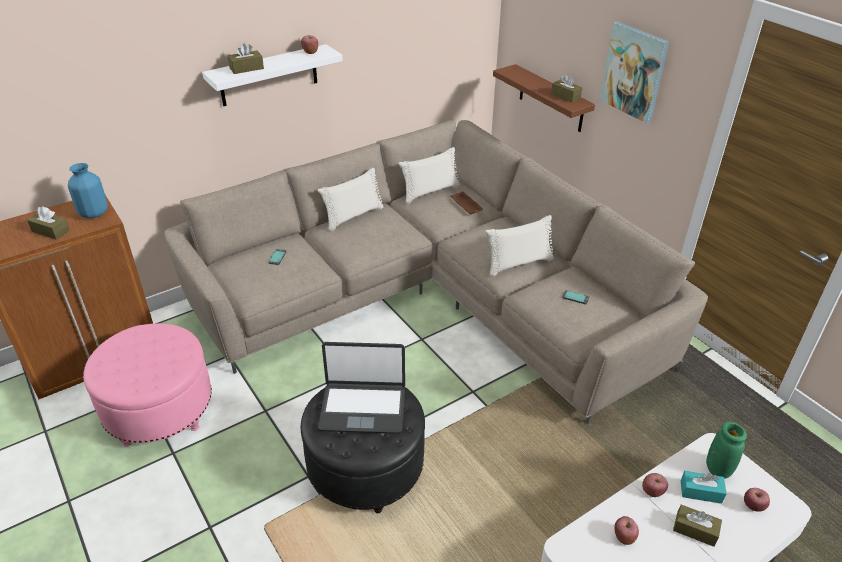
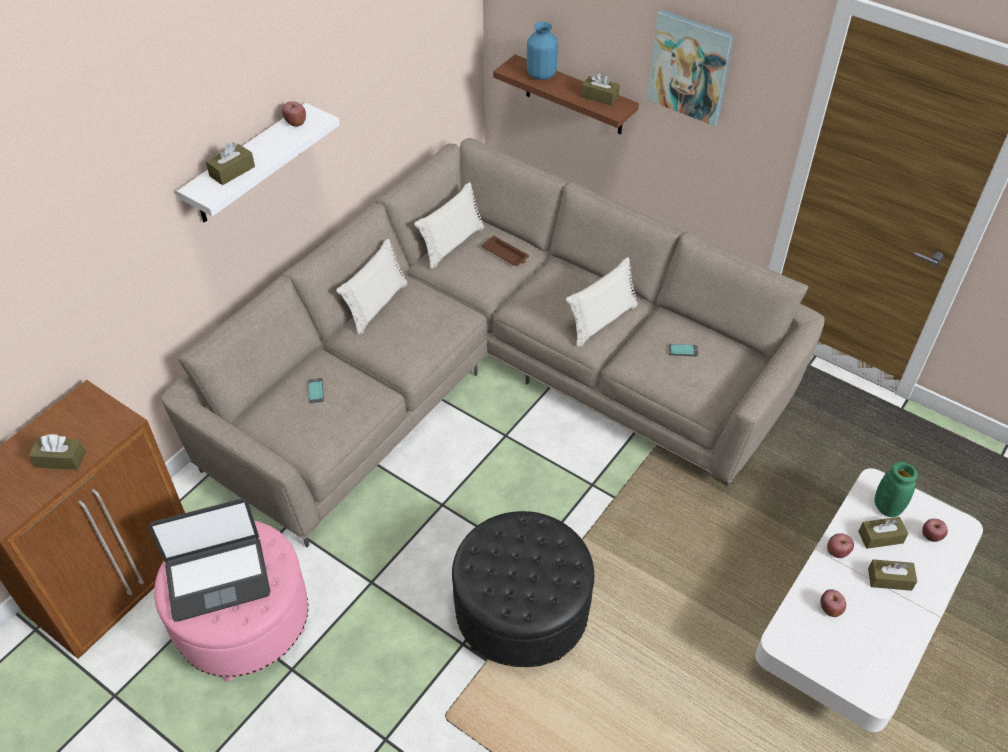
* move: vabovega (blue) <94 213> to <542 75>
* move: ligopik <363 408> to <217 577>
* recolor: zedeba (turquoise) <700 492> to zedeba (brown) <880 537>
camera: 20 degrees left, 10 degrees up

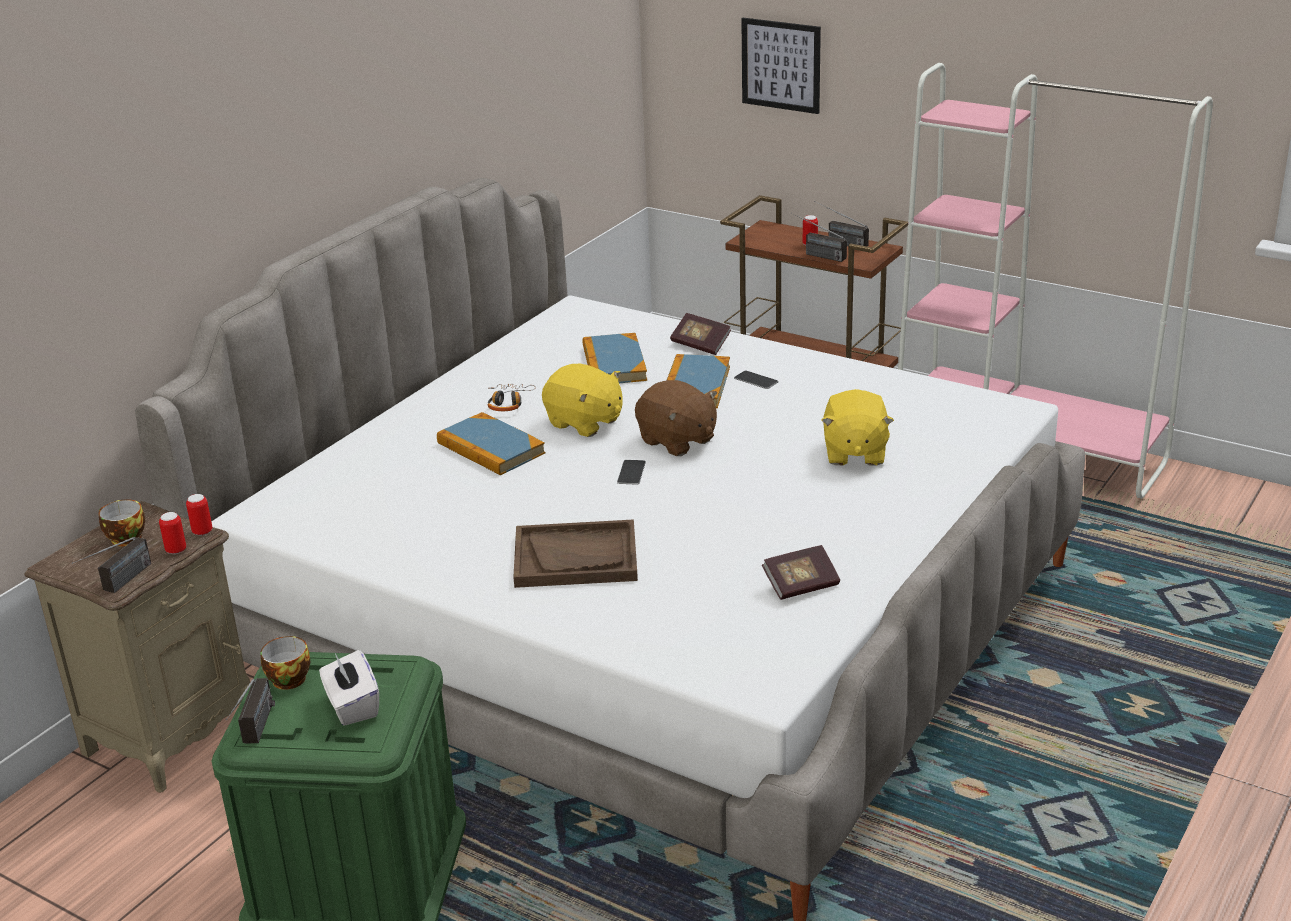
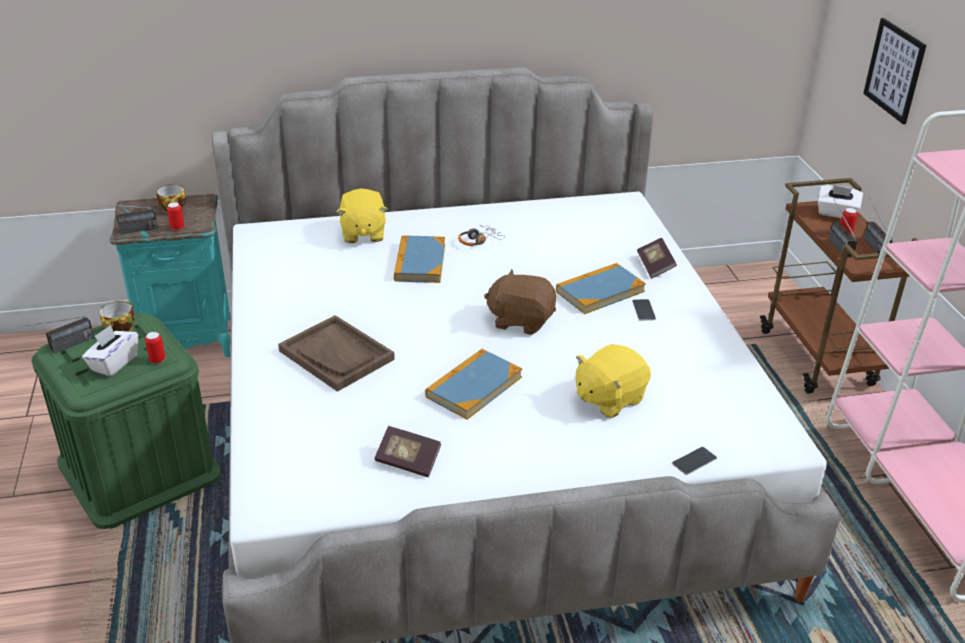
* move: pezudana <614 363> to <474 387>
* move: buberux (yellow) <584 422> to <363 233>
* rotate: buberux (brown) <677 441> = <521 320> 105 degrees clockwise
* move: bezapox <631 472> to <694 461>
* move: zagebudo <202 532> to <157 360>
* recolor: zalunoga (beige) <174 736> to zalunoga (turquoise) <188 341>
* insert: zedeba (white) <836 213>
camera: 45 degrees right, 5 degrees up

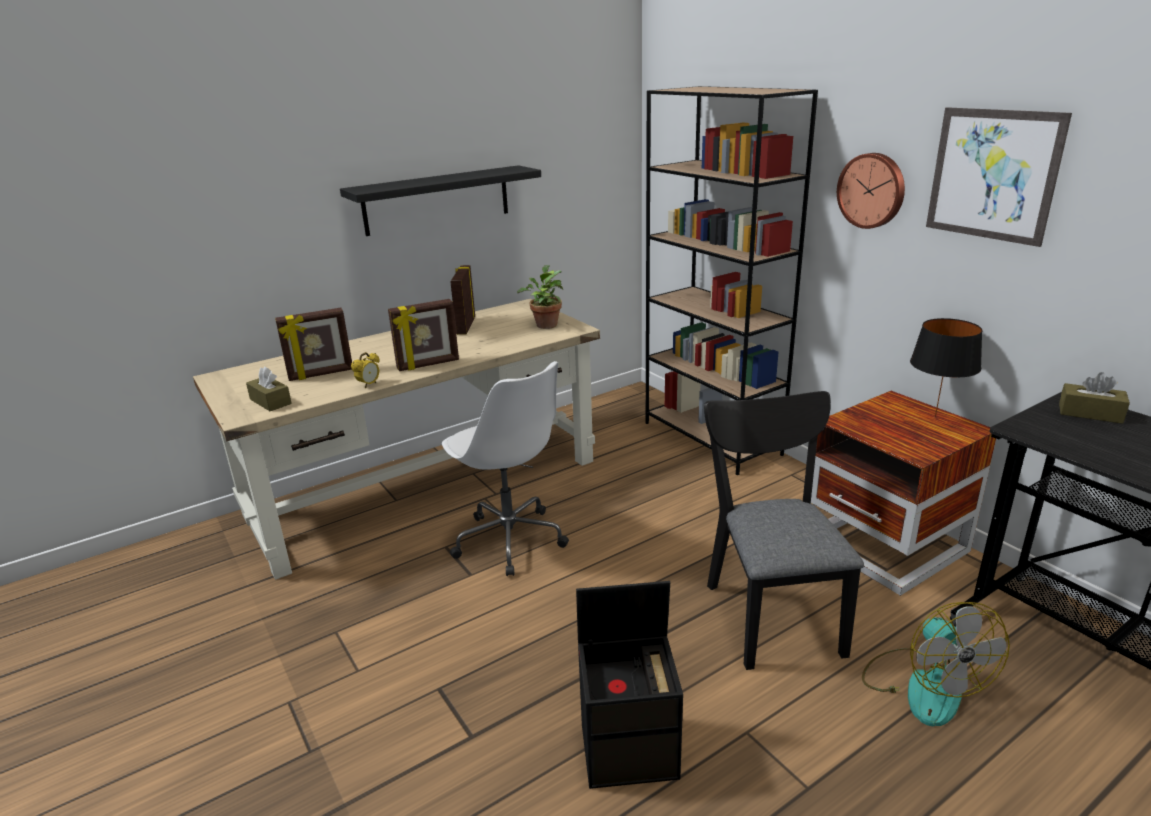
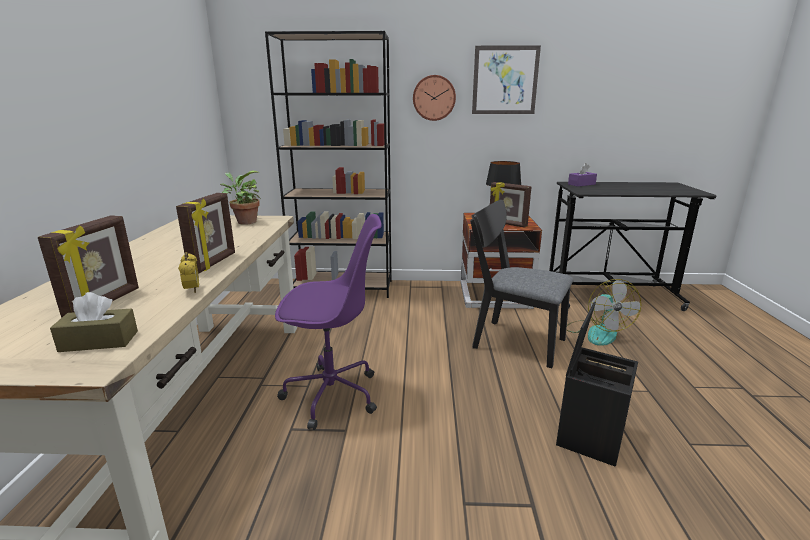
* delete: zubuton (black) <437 200>
* move: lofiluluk <465 326> to <507 224>
* recolor: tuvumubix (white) <512 542> to tuvumubix (purple) <334 395>
* recolor: zedeba (brown) <1090 413> to zedeba (purple) <581 184>
* rotate: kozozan <923 685> = <597 332> 60 degrees clockwise
camera: 55 degrees left, 5 degrees down

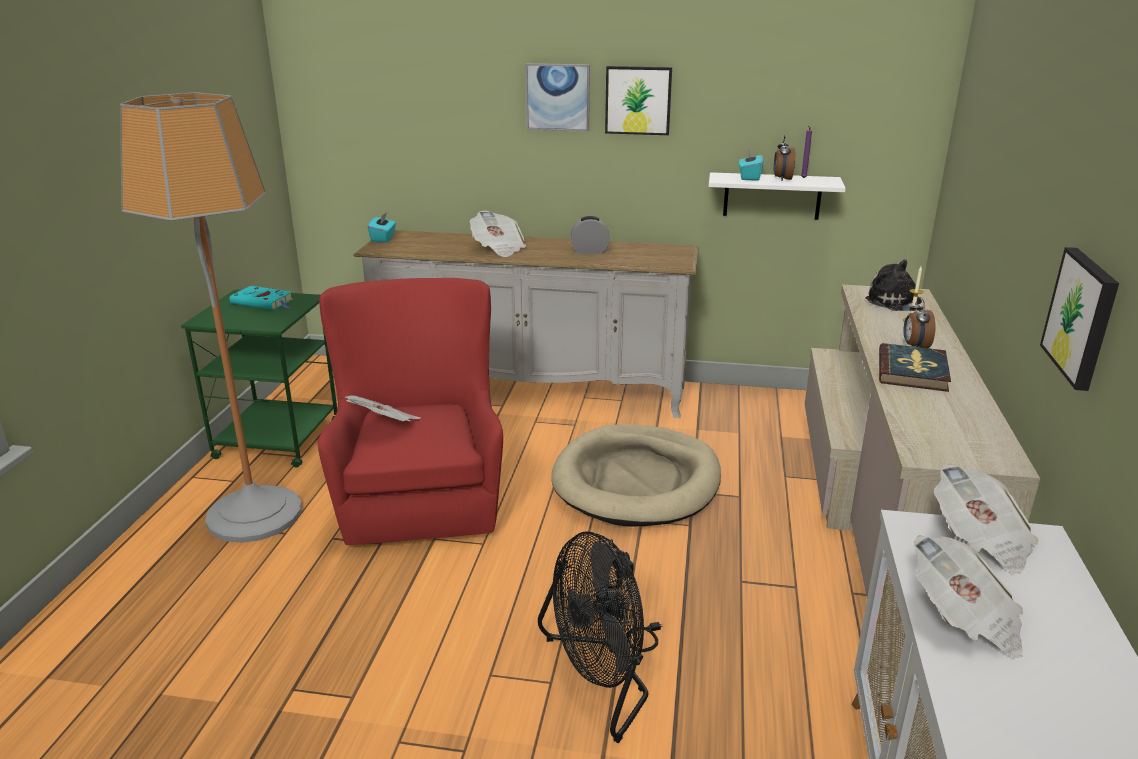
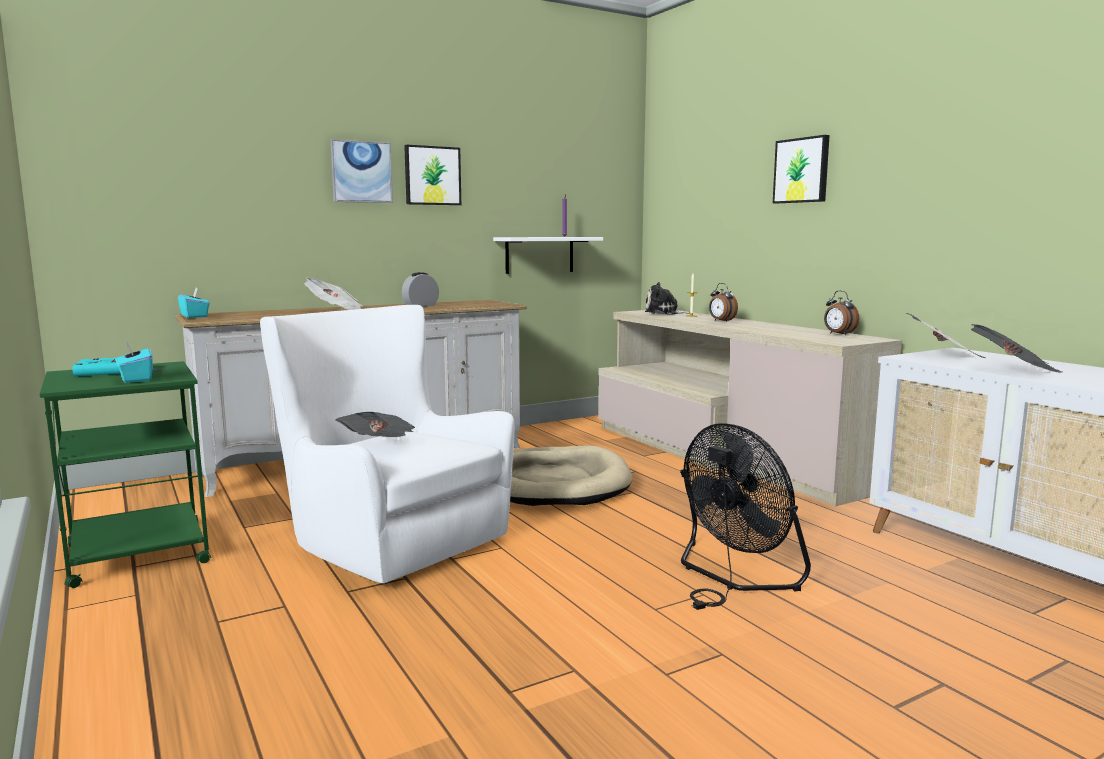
* delete: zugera <254 515>
* move: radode <782 179> to <838 334>
* move: zedeba (turquoise) <749 177> to <136 379>
* move: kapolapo <1082 317> to <802 170>
* recolor: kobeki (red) <421 496> to kobeki (white) <388 540>
* delete: pezudana <913 371>
* rotate: kozozan (black) <605 672> = <726 575> 150 degrees counterclockwise
camera: 40 degrees left, 15 degrees down

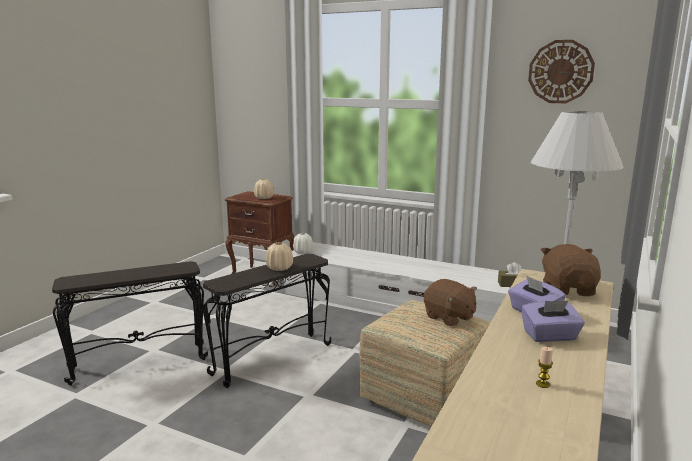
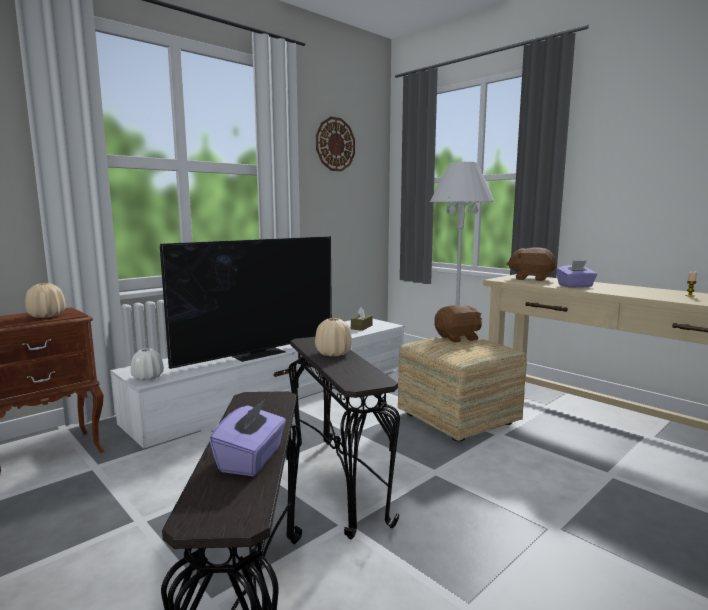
* move: zedeba (purple) <550 336> to <251 460>
* insert: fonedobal <259 353>
camera: 70 degrees left, 5 degrees down

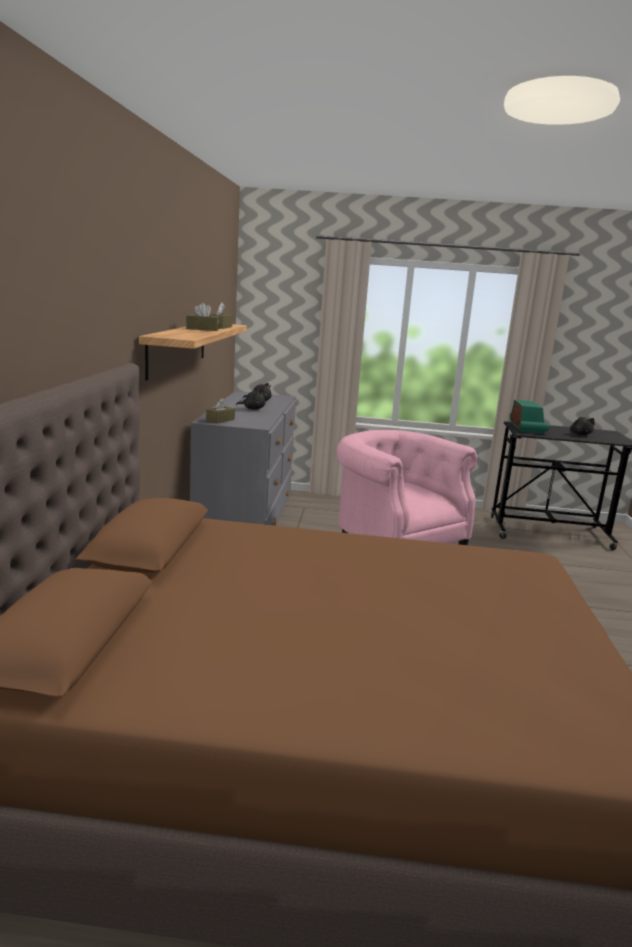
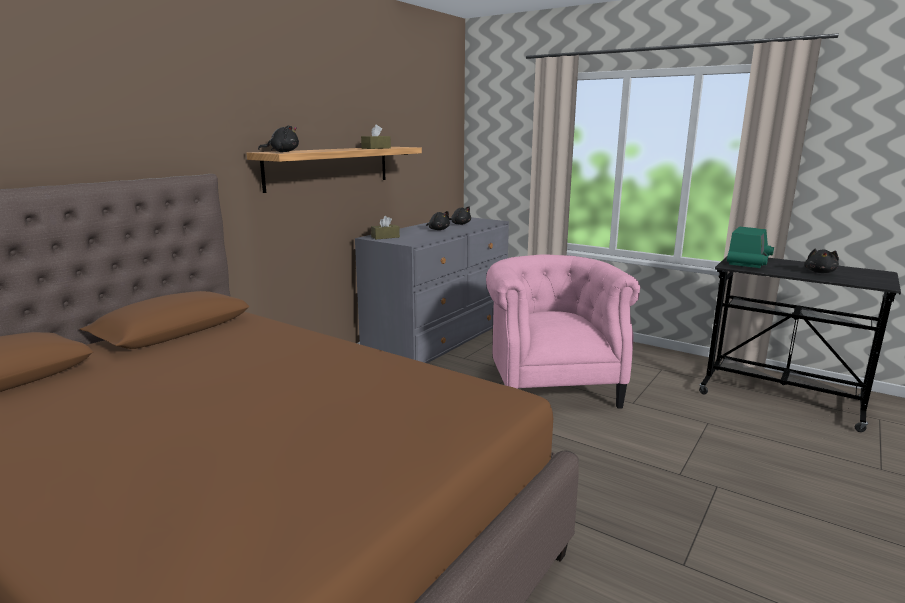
* delete: zedeba (brown) <202 329>
* insert: buberux (black) <282 152>
camera: 30 degrees right, 0 degrees up

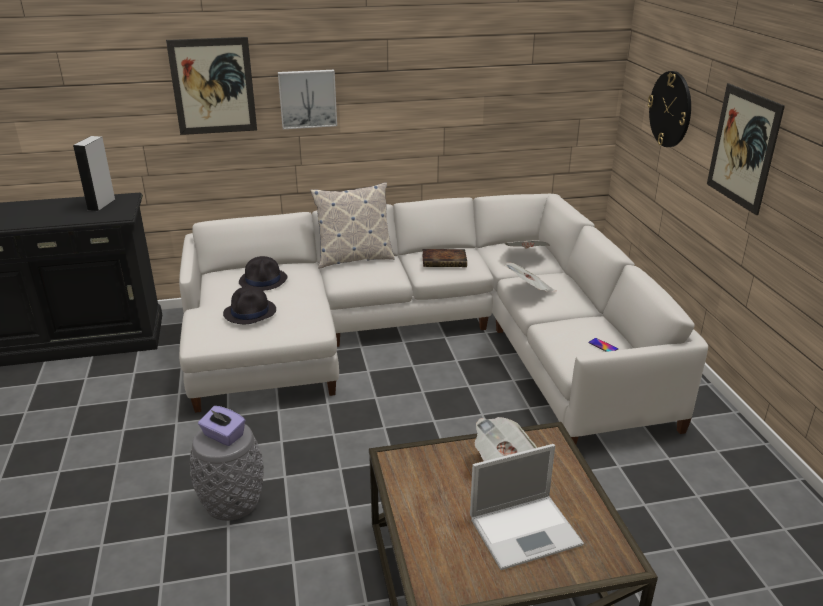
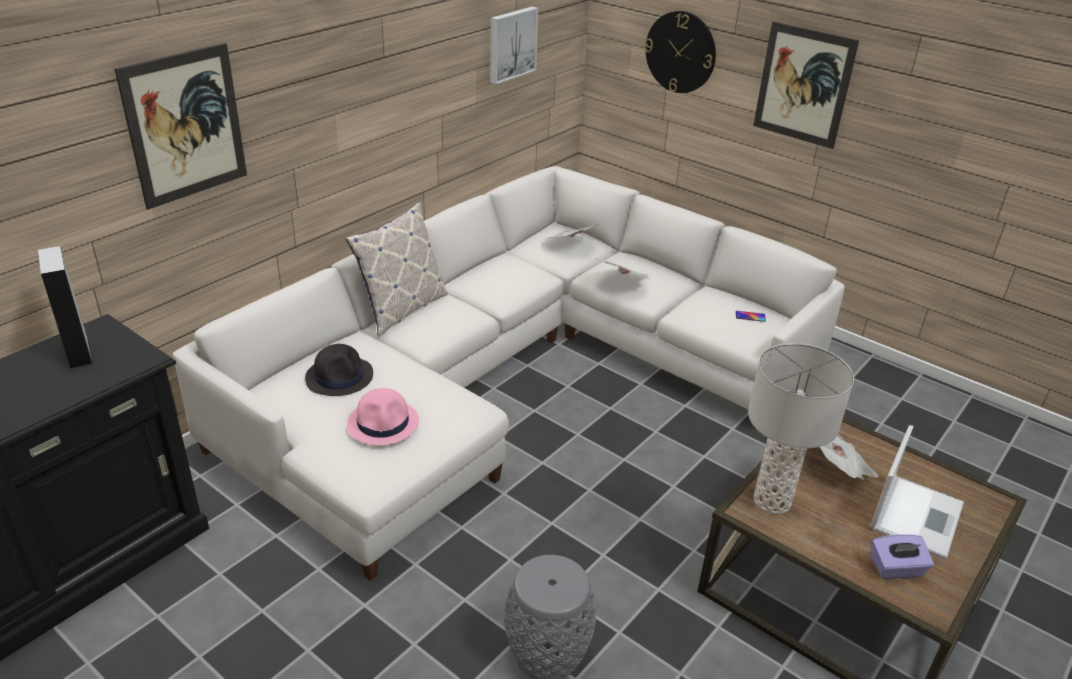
* move: kapolapo <307 98> to <511 44>
* delete: pezudana <445 261>
* recolor: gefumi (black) <250 312> to gefumi (pink) <383 423>
* move: zedeba (purple) <223 436> to <896 569>
* insert: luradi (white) <772 500>
camera: 40 degrees left, 5 degrees up

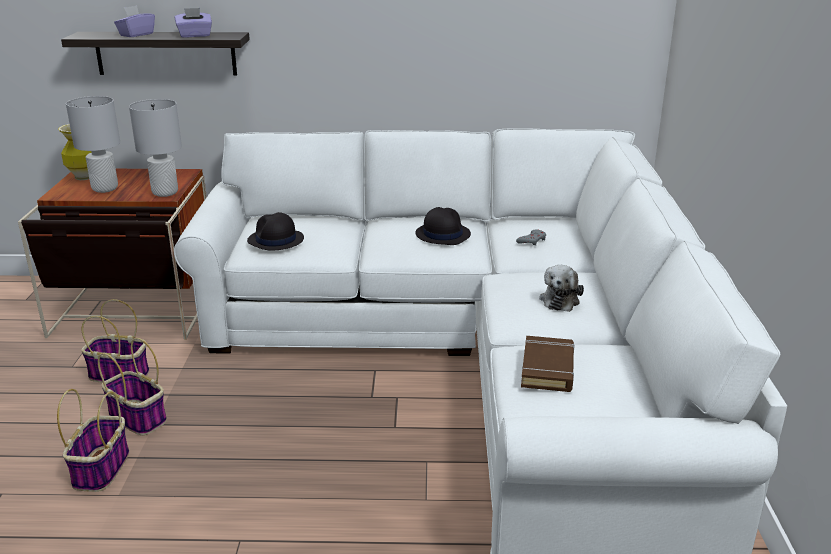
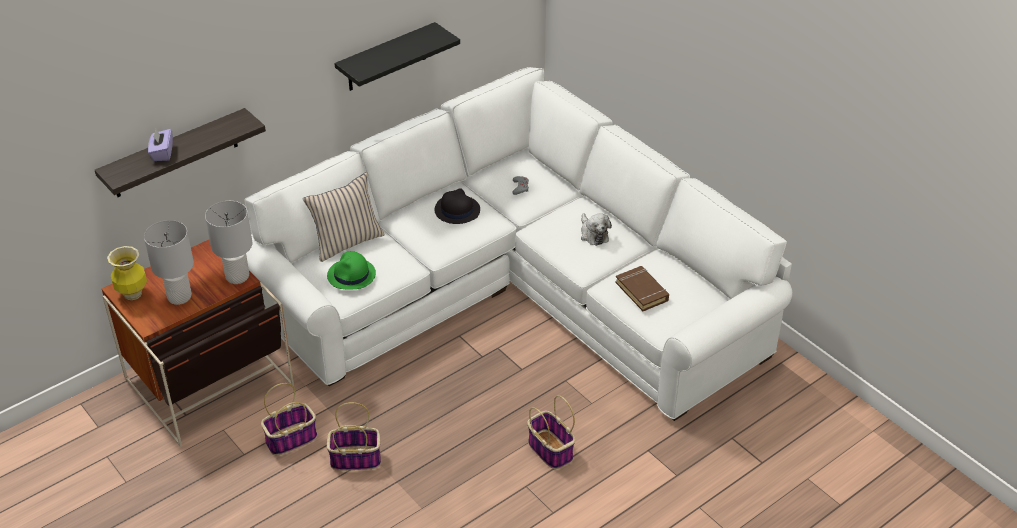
* delete: zedeba (purple) <195 35>
* recolor: gefumi (black) <275 240> to gefumi (green) <351 275>
* move: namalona <101 468> to <549 449>
* insert: zubuton (black) <386 58>
* insert: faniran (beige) <346 242>
camera: 40 degrees left, 15 degrees up

